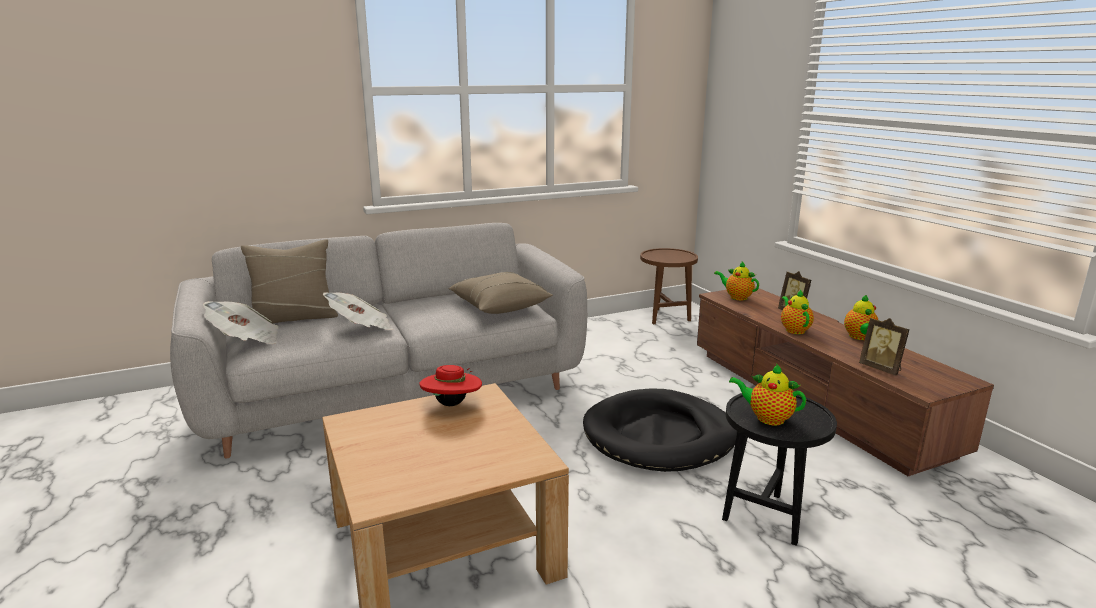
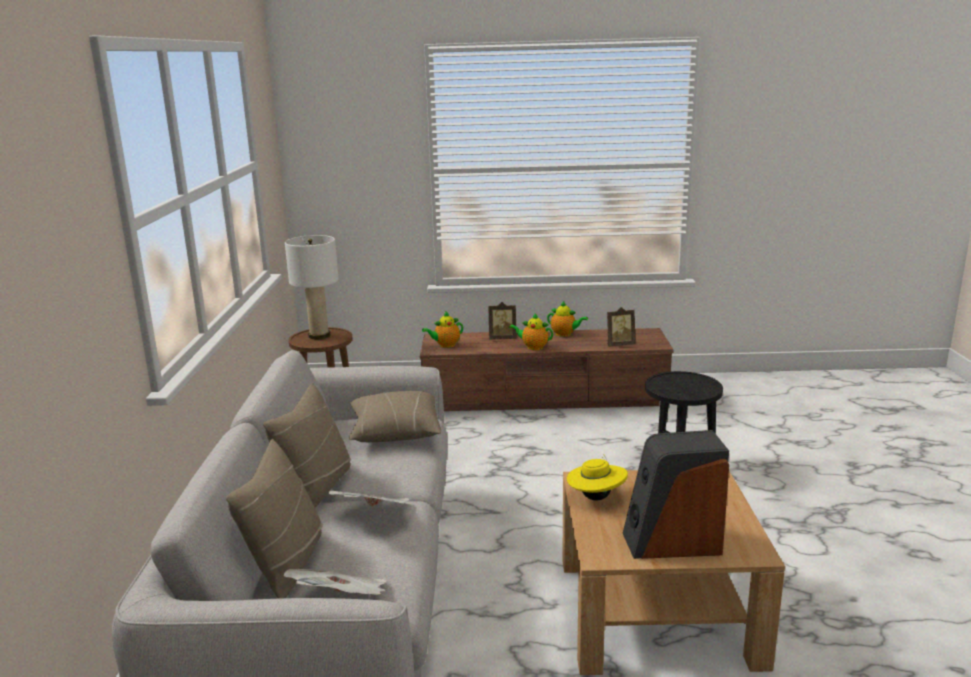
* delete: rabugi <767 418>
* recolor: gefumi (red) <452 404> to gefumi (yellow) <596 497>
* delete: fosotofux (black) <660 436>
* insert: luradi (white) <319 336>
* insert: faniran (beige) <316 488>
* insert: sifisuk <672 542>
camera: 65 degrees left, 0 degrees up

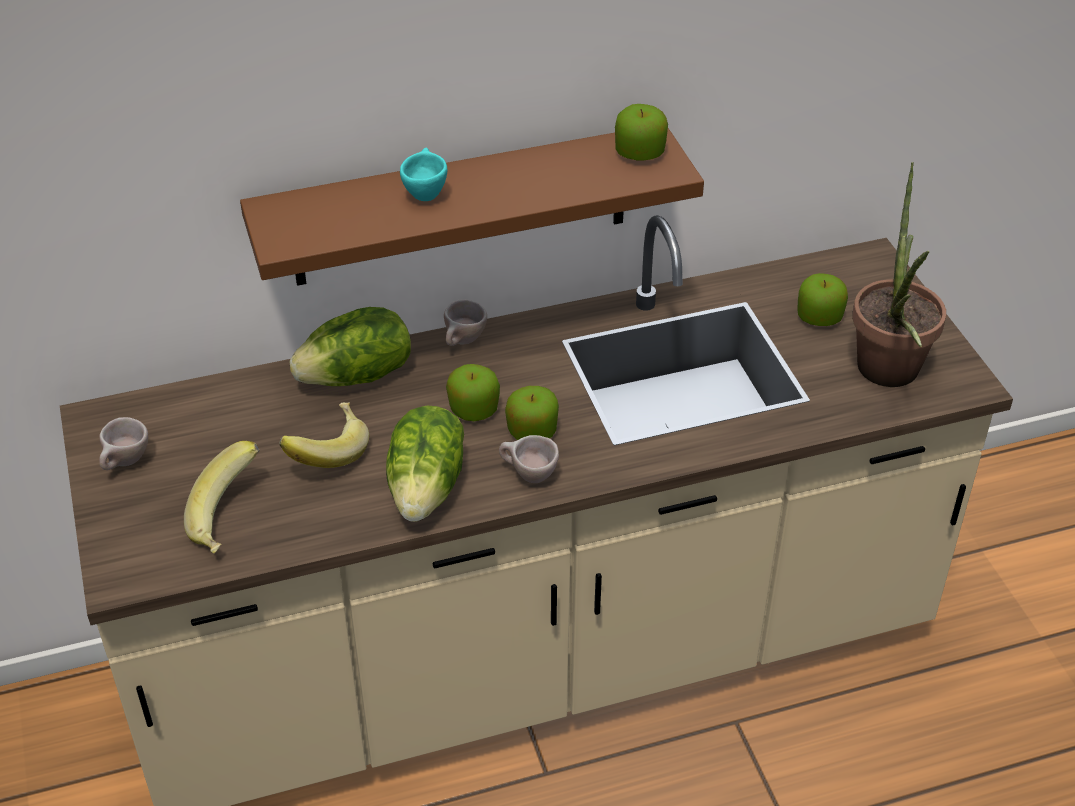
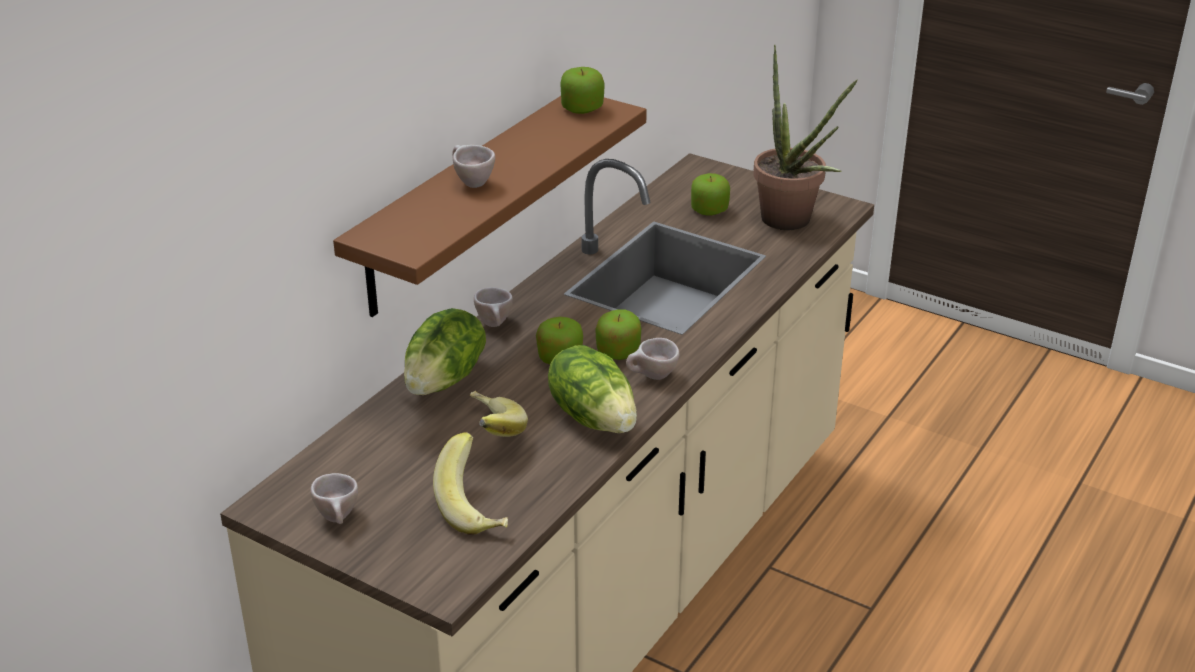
* recolor: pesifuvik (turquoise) <424 192> to pesifuvik (beige) <470 182>
camera: 40 degrees left, 10 degrees down

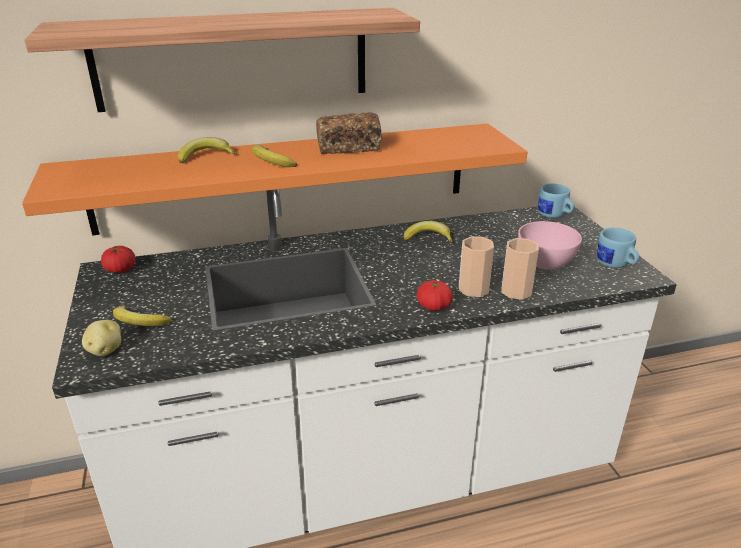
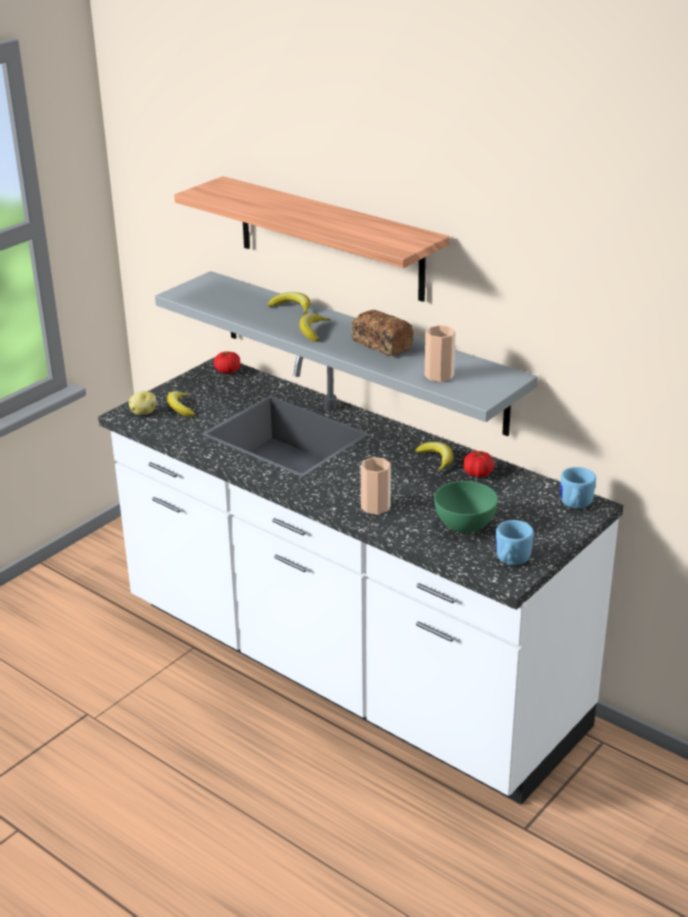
* recolor: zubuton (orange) <285 177> to zubuton (grey) <360 350>
* recolor: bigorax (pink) <544 263> to bigorax (green) <464 525>
* move: pesifuvik <516 291> to <439 375>
* move: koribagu <433 306> to <478 473>
camera: 55 degrees right, 0 degrees up

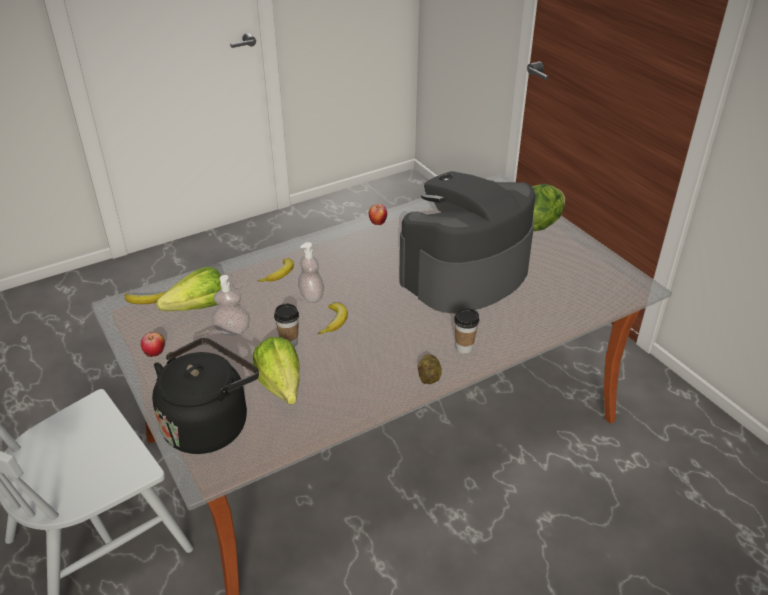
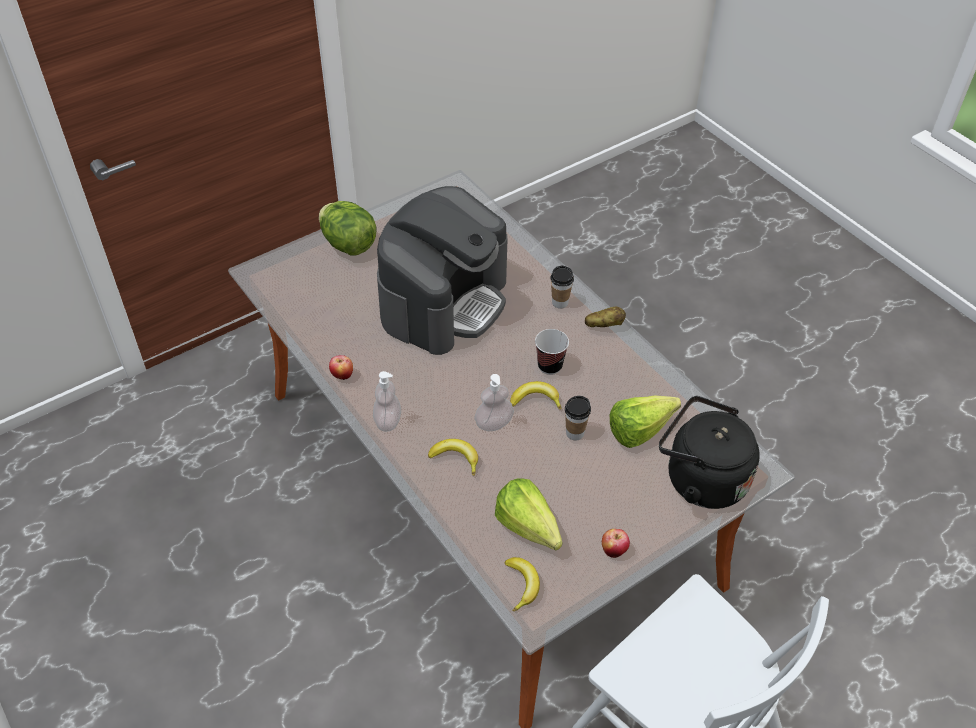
* rotate: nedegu <464 274> = <444 301> 105 degrees counterclockwise
* move: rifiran <232 330> to <388 421>
* insert: pesifuvik <550 366>
camera: 95 degrees left, 10 degrees up

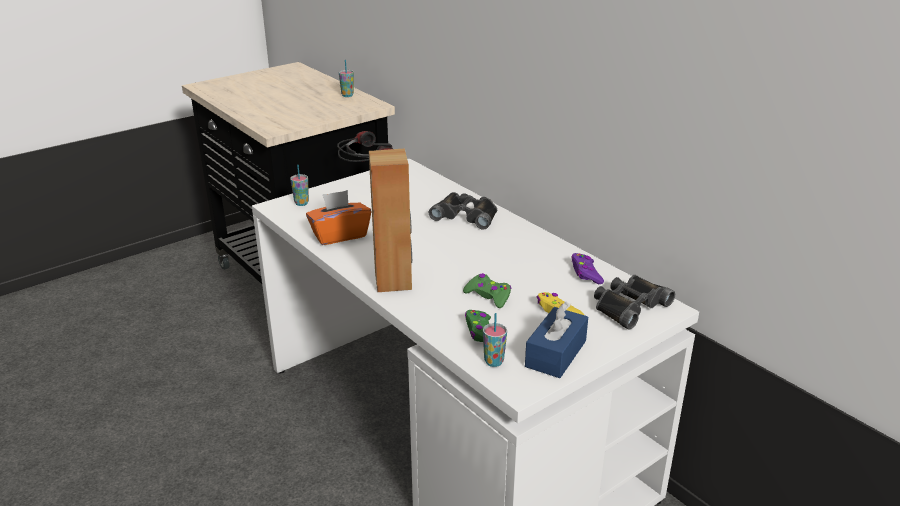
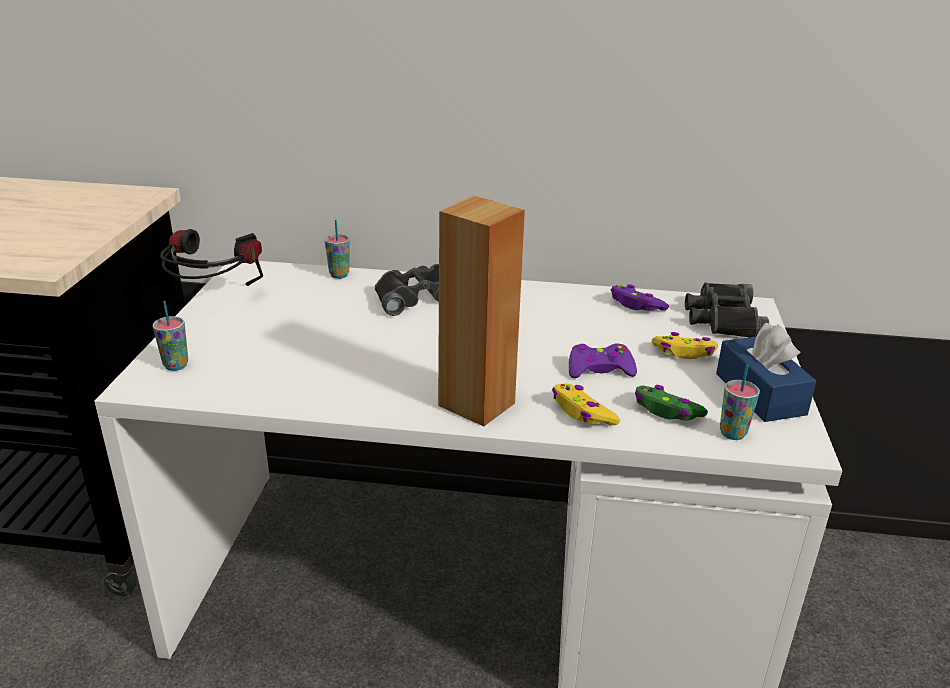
* move: pesifuvik <347 95> to <339 275>
* delete: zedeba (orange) <339 235>
* recolor: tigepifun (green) <488 296> to tigepifun (purple) <599 369>
* insert: tigepifun (yellow) <582 412>
camera: 45 degrees left, 0 degrees up

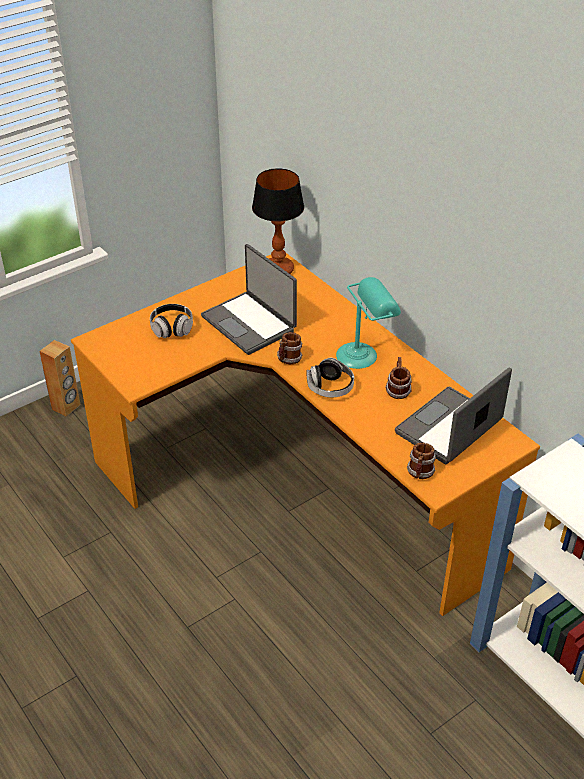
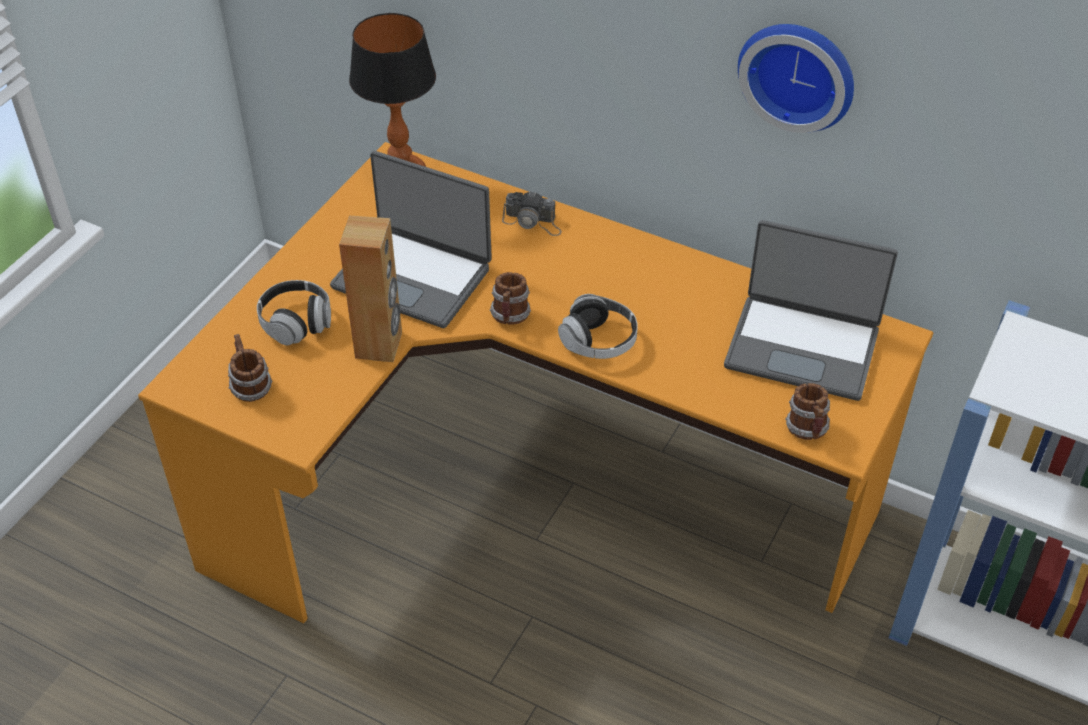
* delete: luradi (turquoise) <364 352>
* move: sifisuk (brown) <66 407> to <379 345>
* move: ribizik <397 391> to <250 387>
* rotate: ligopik <450 428> = <802 347> 90 degrees counterclockwise
* insert: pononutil <799 73>
* insert: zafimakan <533 222>
camera: 25 degrees left, 5 degrees up

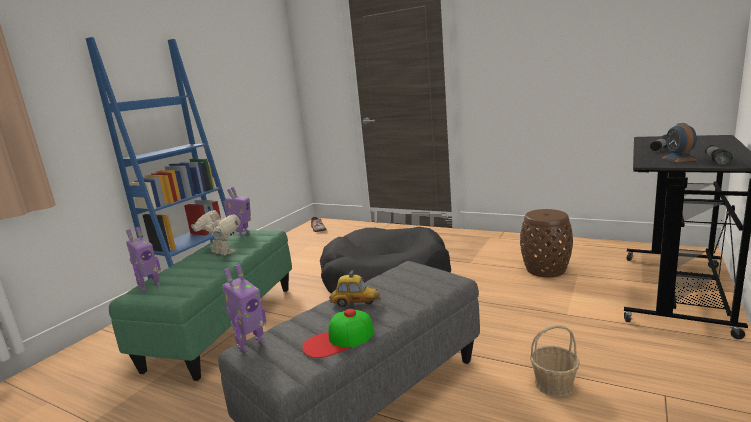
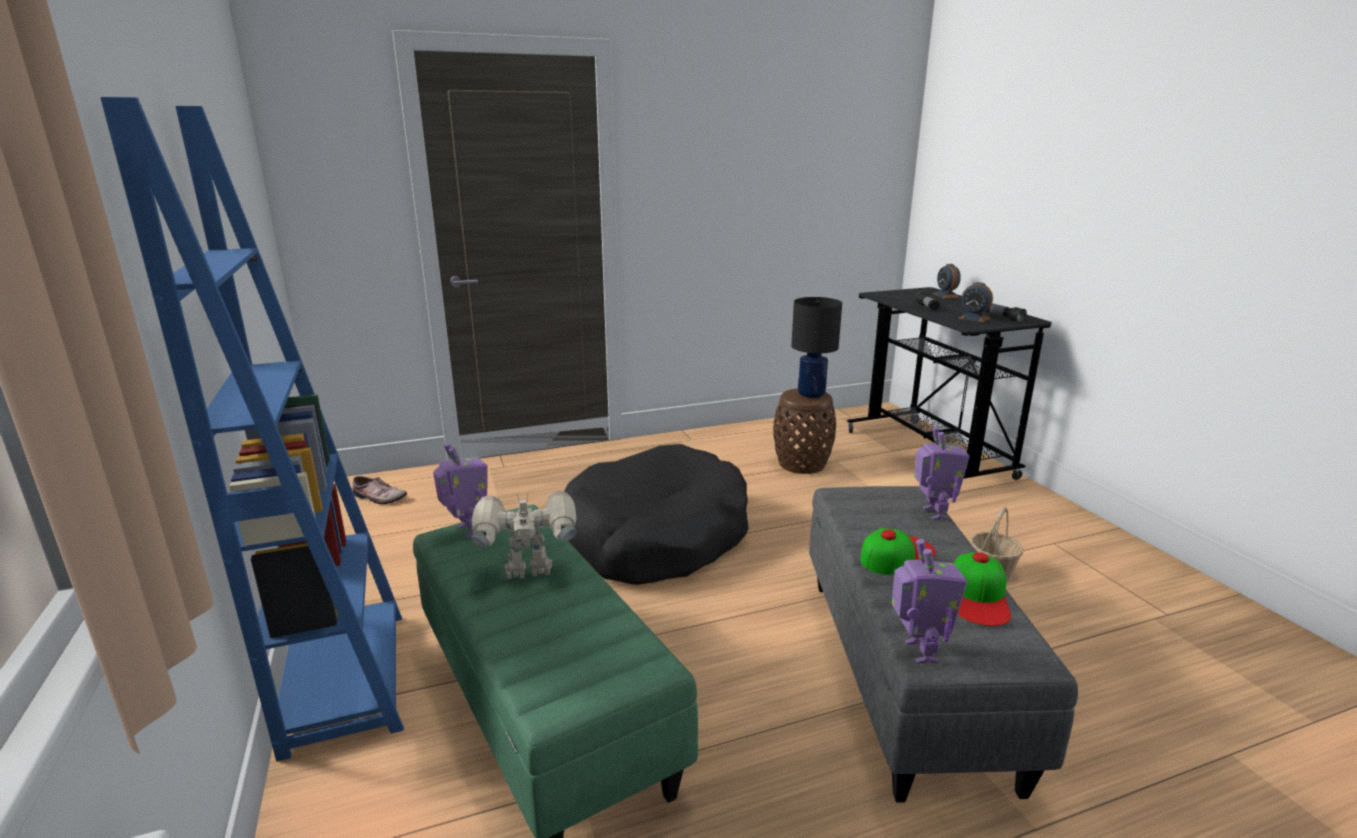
* move: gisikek <149 286> to <933 513>
* replace: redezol <355 303> to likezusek <896 555>
* insert: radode <946 295>
* insert: luradi (black) <811 396>
camera: 50 degrees left, 5 degrees up

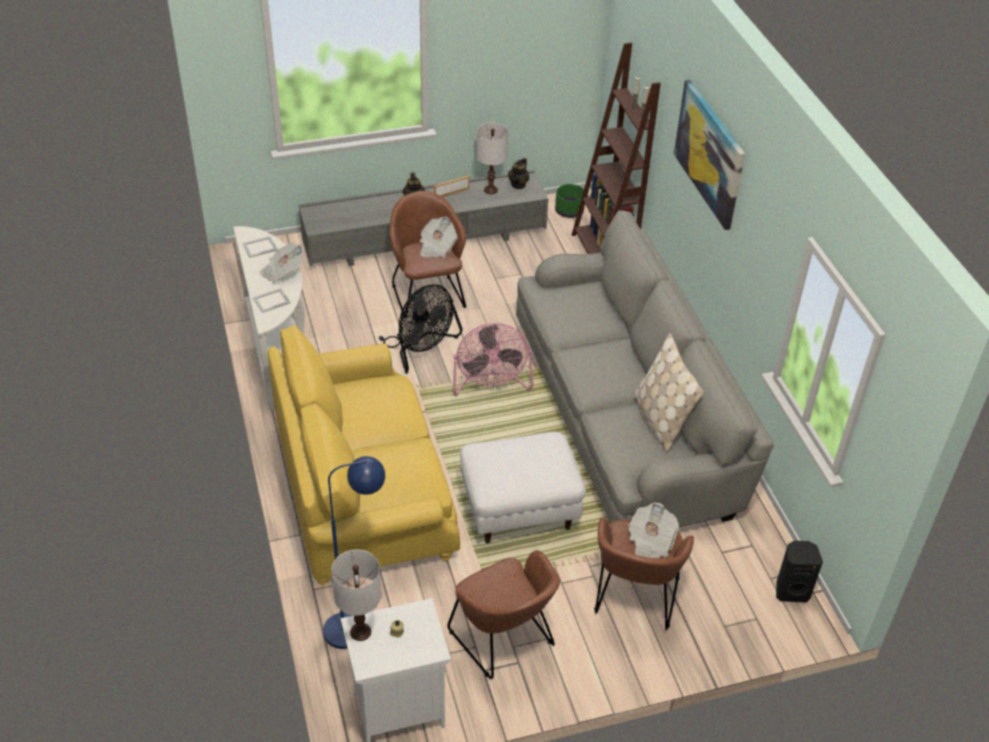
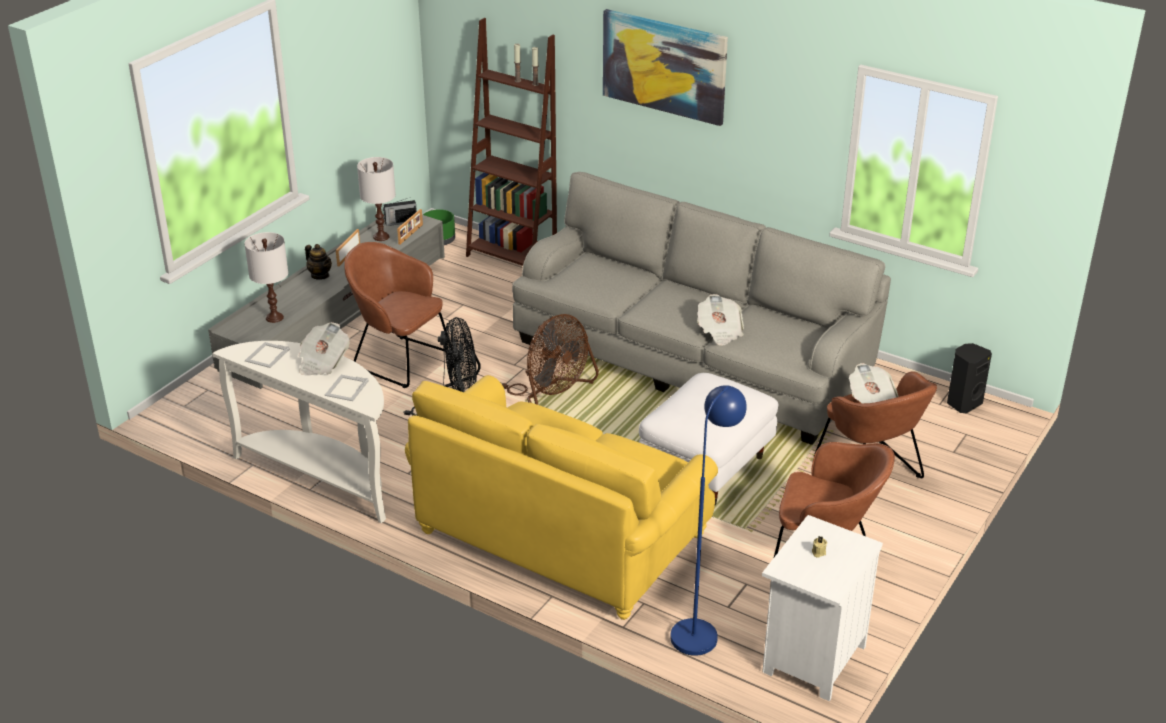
* replace: rabugi <518 184> to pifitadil <400 222>
* move: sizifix <437 247> to <720 331>
* recolor: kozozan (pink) <487 382> to kozozan (brown) <549 395>
* delete: faniran (beige) <660 420>
* move: luradi (white) <361 632> to <275 317>
* insert: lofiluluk <411 234>
camera: 40 degrees left, 10 degrees down

